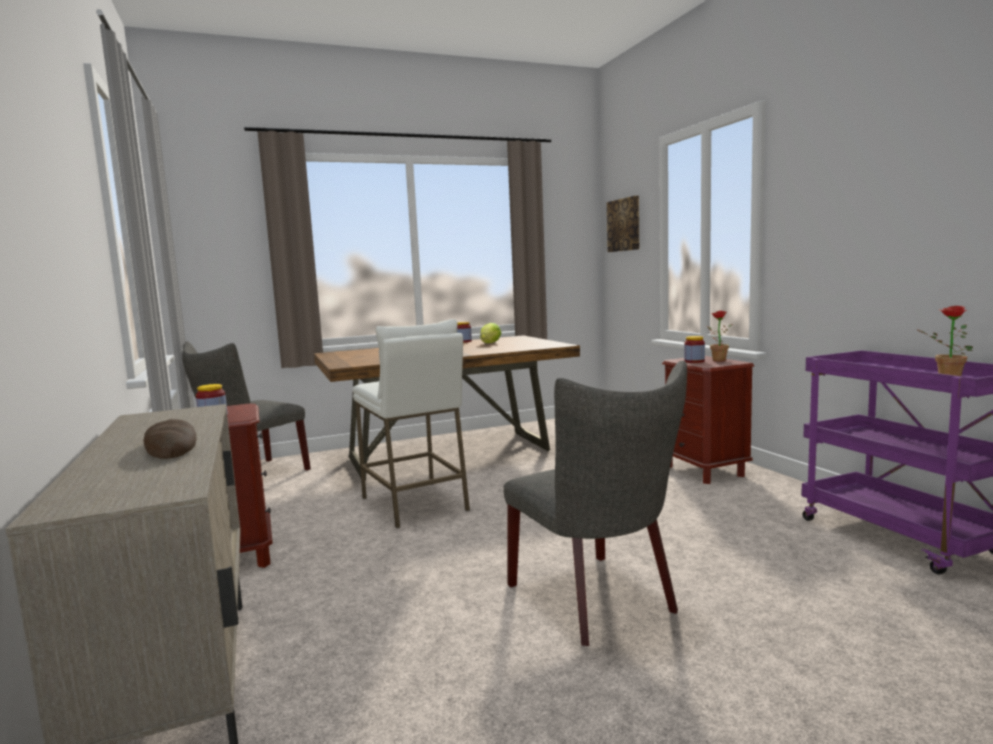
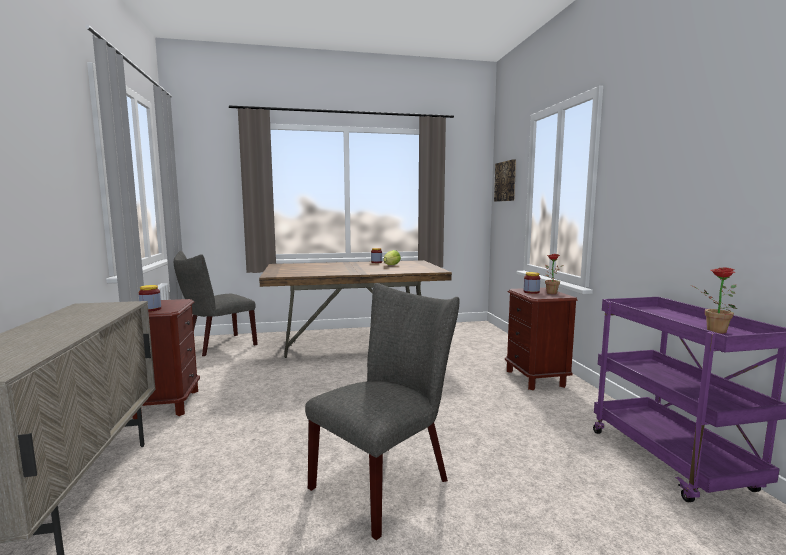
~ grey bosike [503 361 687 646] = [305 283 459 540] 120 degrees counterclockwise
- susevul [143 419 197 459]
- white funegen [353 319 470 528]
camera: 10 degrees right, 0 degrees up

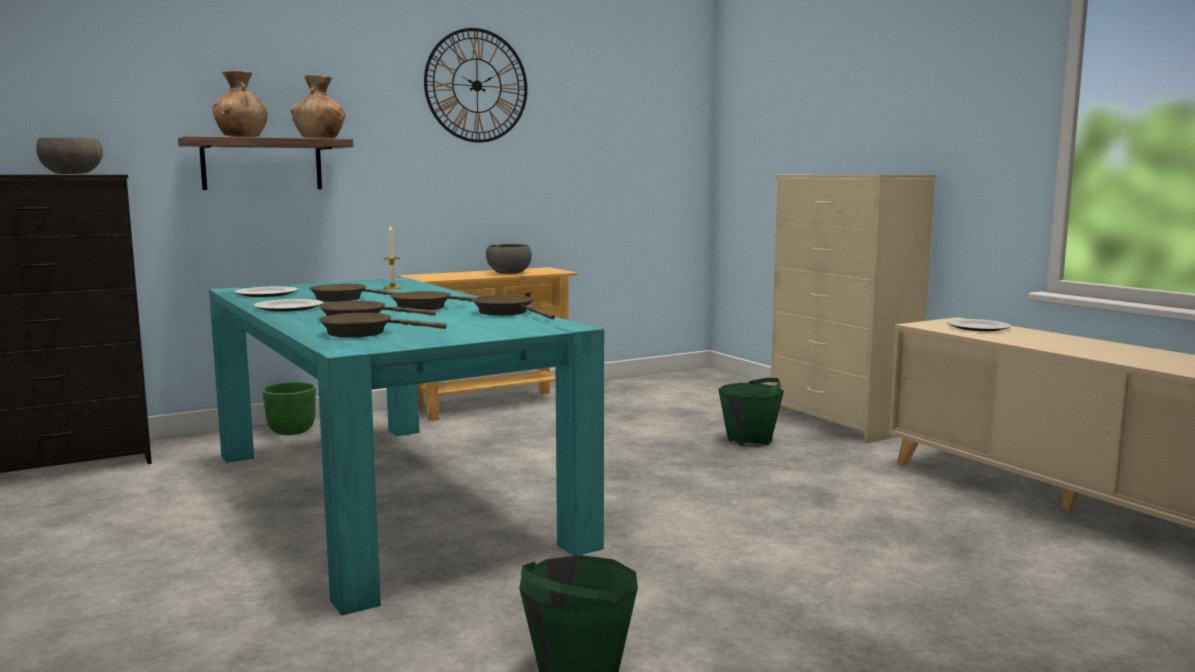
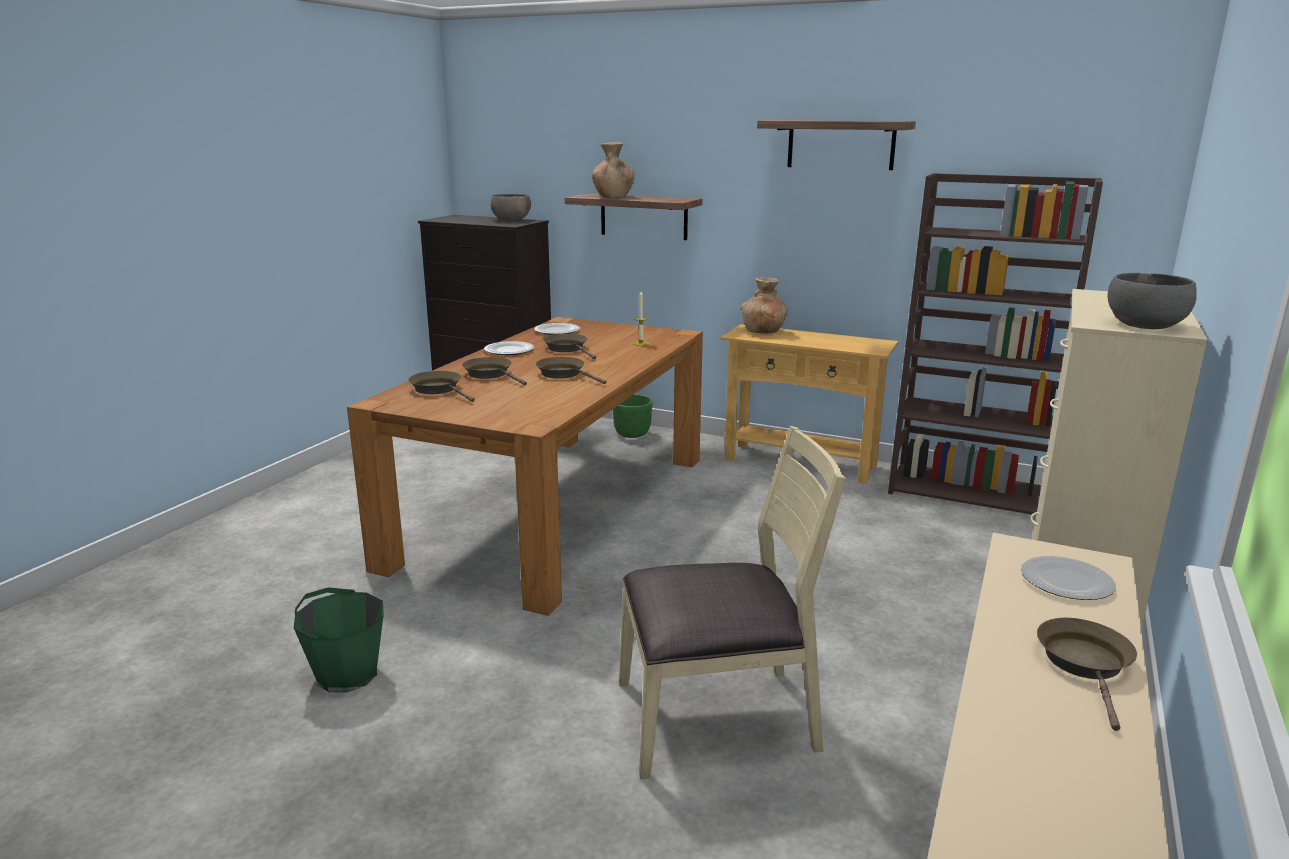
~ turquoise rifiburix [209 277 604 616] to brown rifiburix [347 317 703 616]
+ beige bosike [619 426 846 779]
~ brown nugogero [290 74 346 139] to [741 277 787 334]
~ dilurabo [424 28 527 143] to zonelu [757 120 916 170]
+ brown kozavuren [888 173 1103 515]
~ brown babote [472 295 555 320] to [1037 618 1137 731]
~ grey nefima [486 244 532 274] to [1108 273 1197 329]
- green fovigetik [718 378 784 447]
camera: 55 degrees right, 10 degrees up

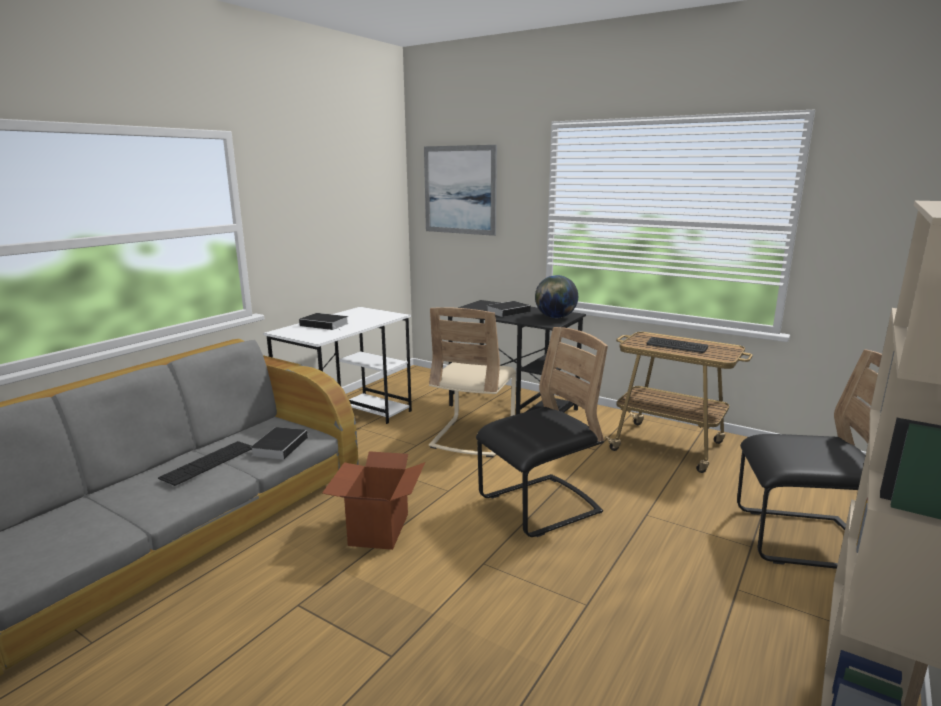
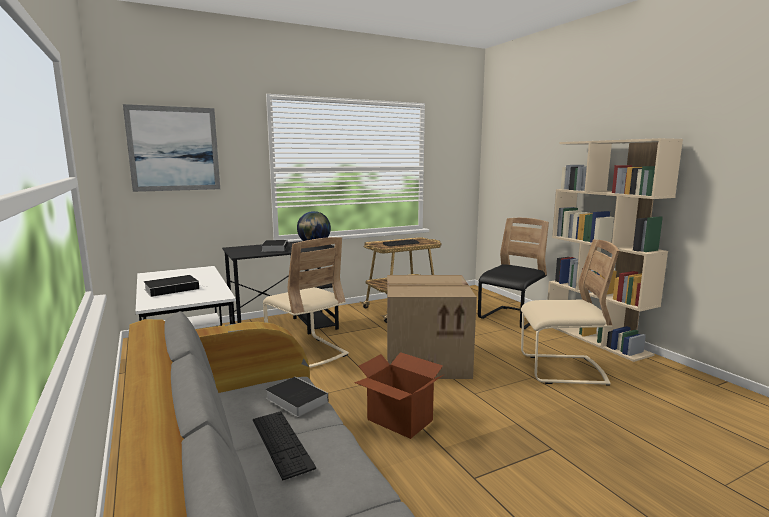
~ black bosike [476 327 608 537] to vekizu [387 275 477 379]
+ beige bosike [521 240 619 386]
camera: 60 degrees left, 5 degrees down

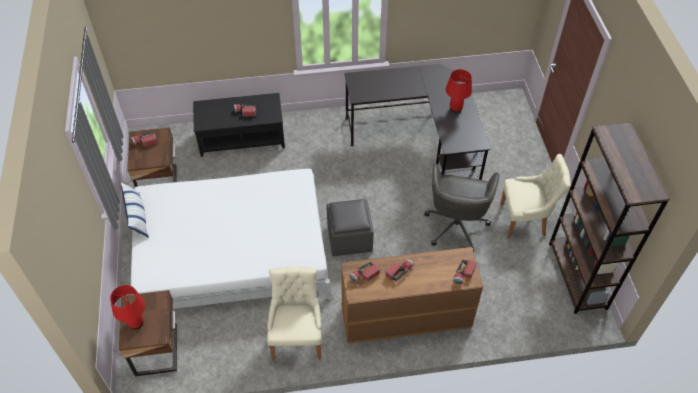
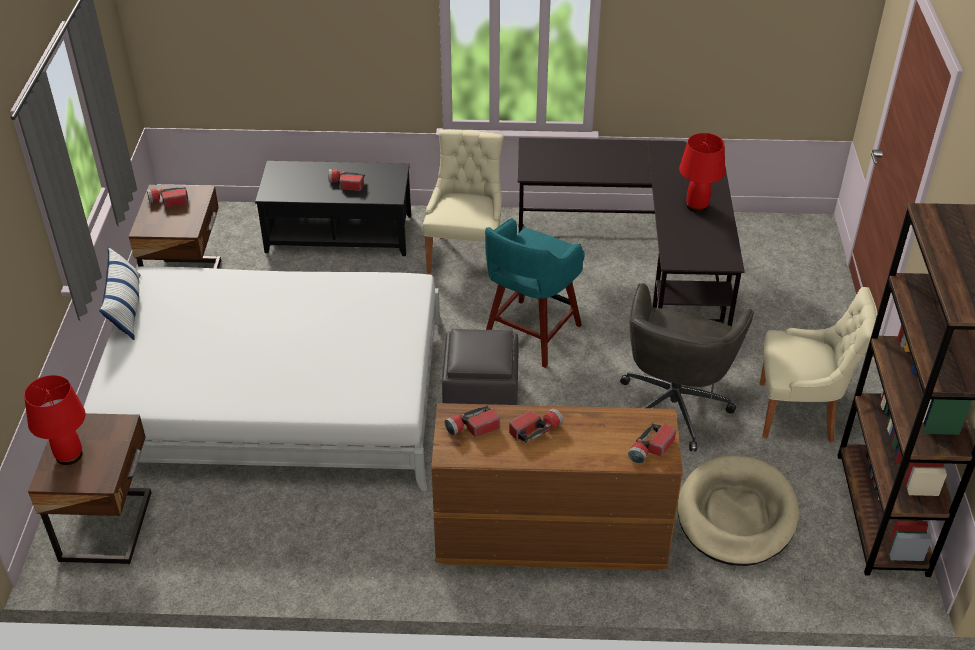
~ beige bosike [267 267 322 360] to [423 129 504 274]
+ turquoise funegen [485 218 585 368]
+ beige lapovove [677 455 799 566]
camera: 10 degrees right, 10 degrees down

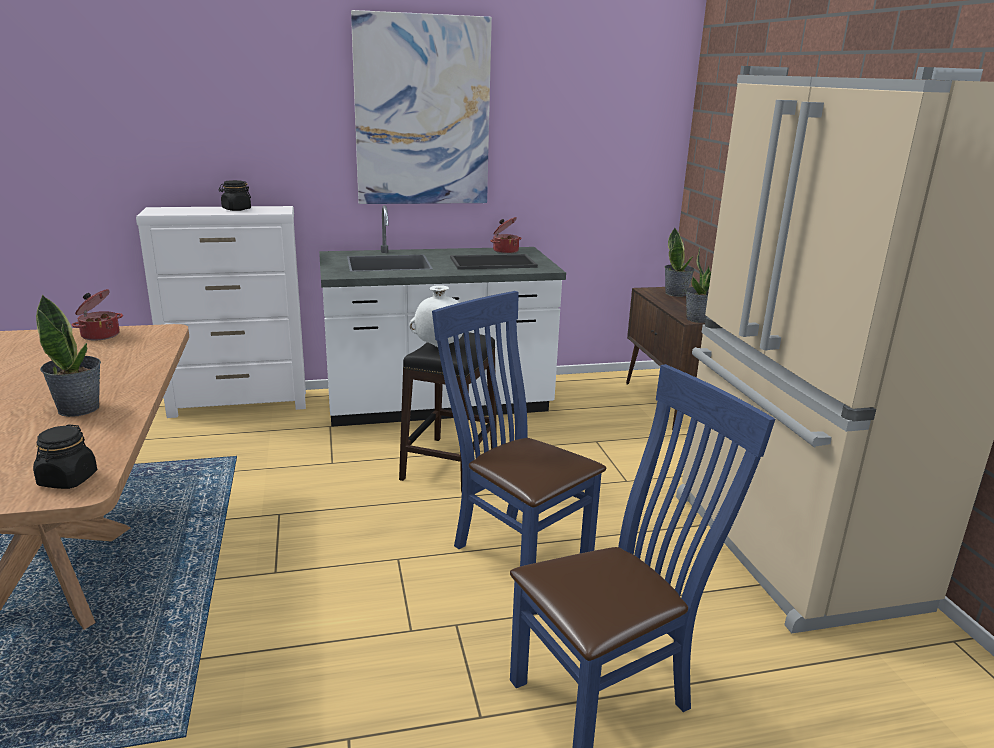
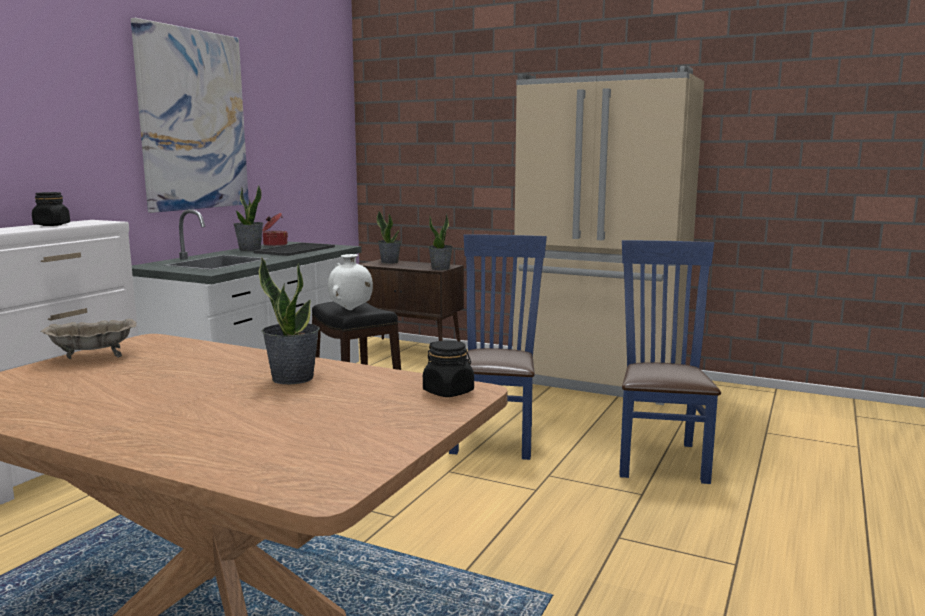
~ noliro [72 289 123 340] to beige nefima [41 319 137 359]
+ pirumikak [233 186 263 251]
~ blue bosike [432 291 606 566] = [449 234 547 460] 105 degrees clockwise
camera: 50 degrees left, 10 degrees down

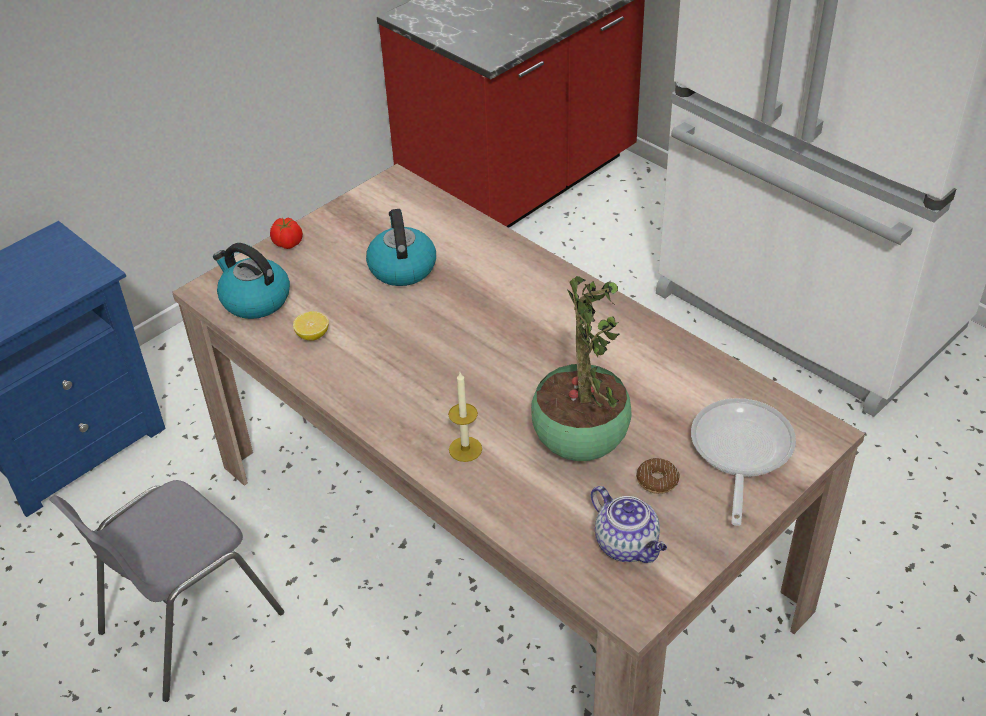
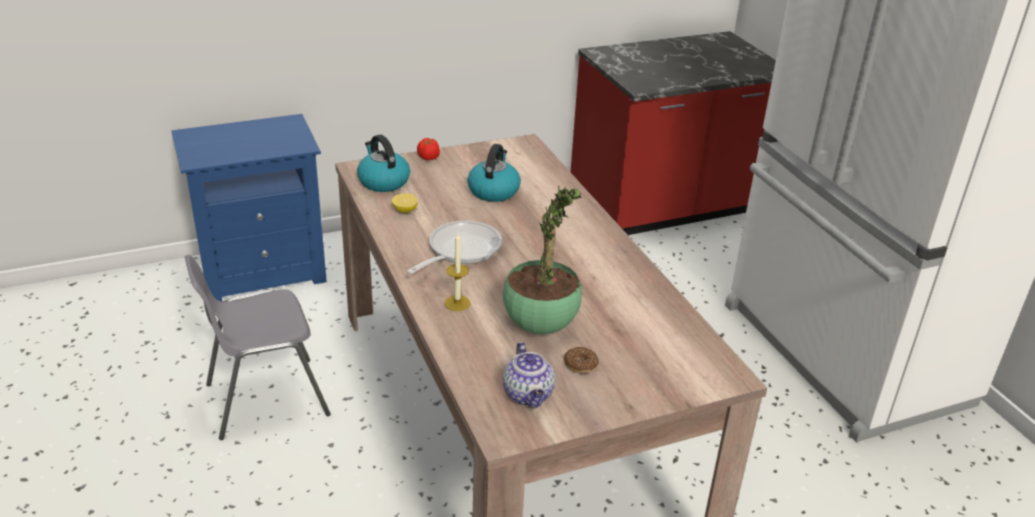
~ babote [691 398 796 526] to [407 221 502 274]
camera: 20 degrees right, 10 degrees down

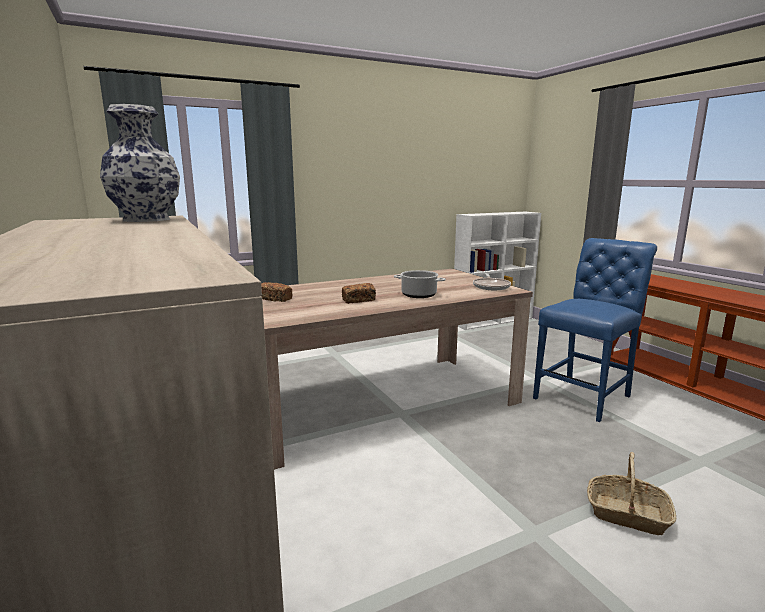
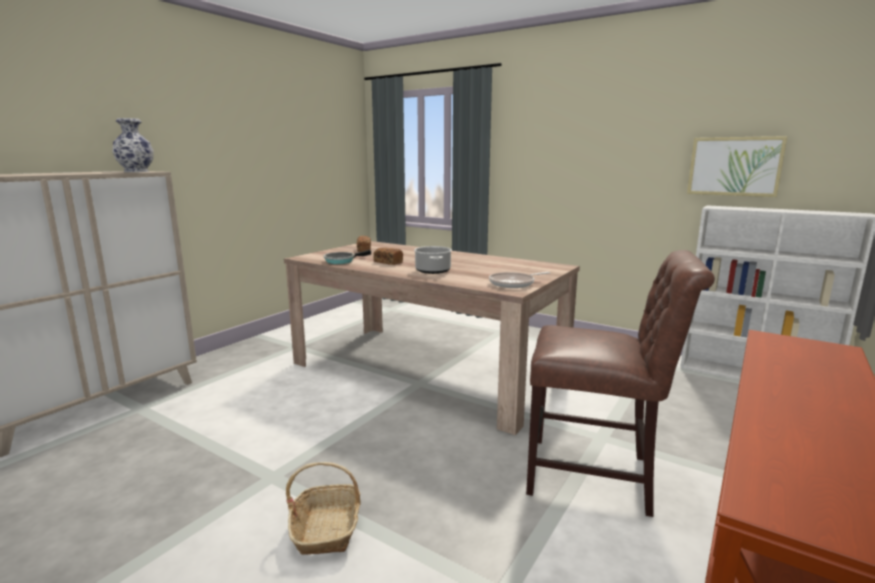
+ babote [324 250 371 264]
~ blue bosike [533 238 657 422] to brown bosike [526 250 715 517]
+ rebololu [687 136 787 197]
camera: 60 degrees right, 0 degrees up

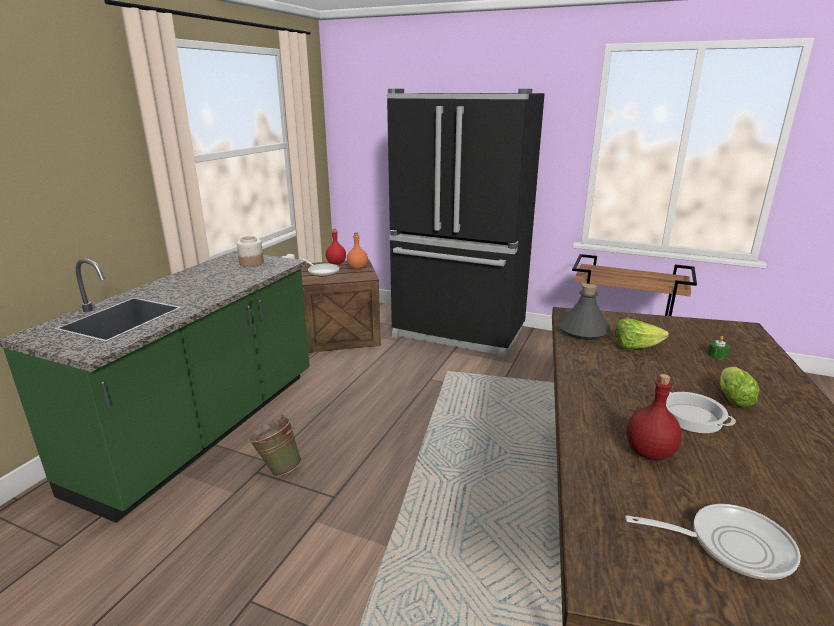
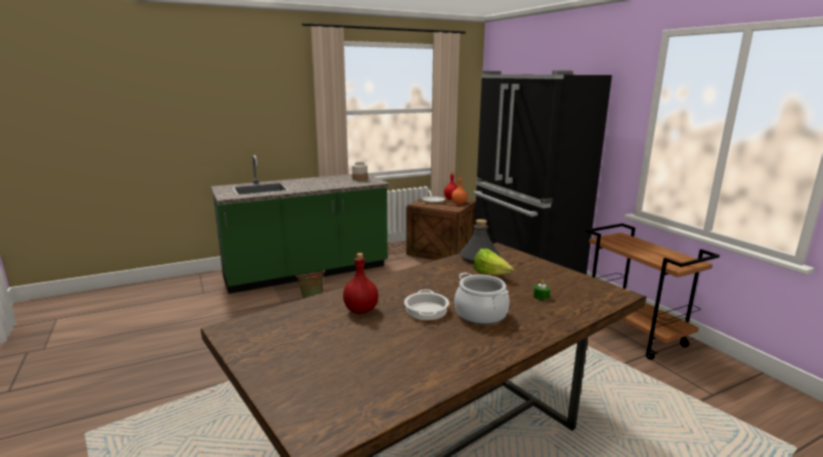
~ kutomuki [720 367 760 407] to noliro [454 272 510 325]
- babote [625 504 801 580]
camera: 40 degrees right, 5 degrees down

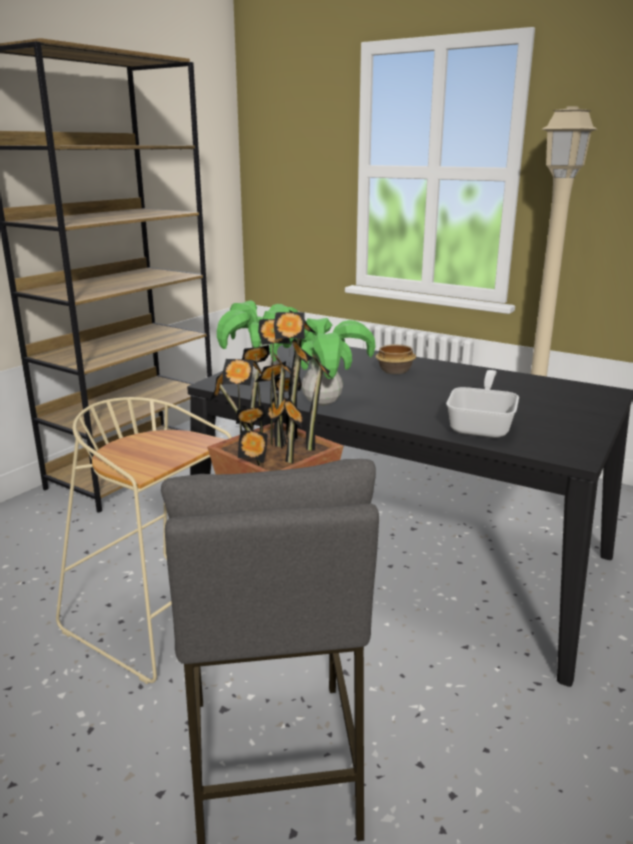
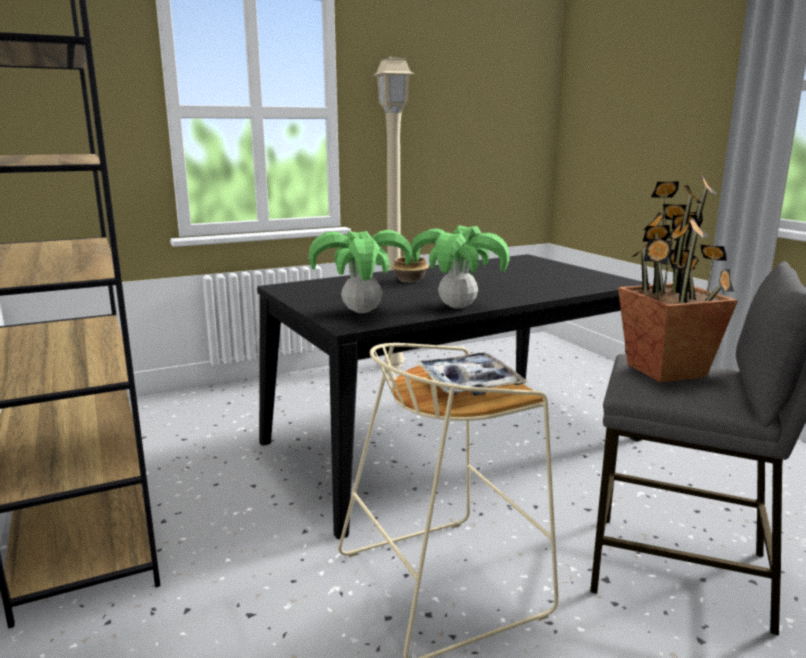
+ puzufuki [416 352 528 396]
- babote [446 370 519 438]
camera: 60 degrees left, 5 degrees down

